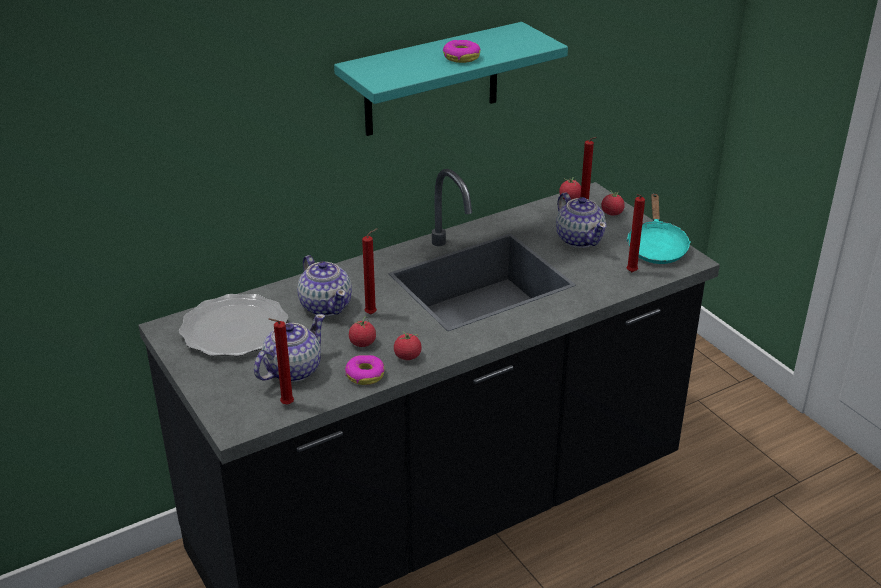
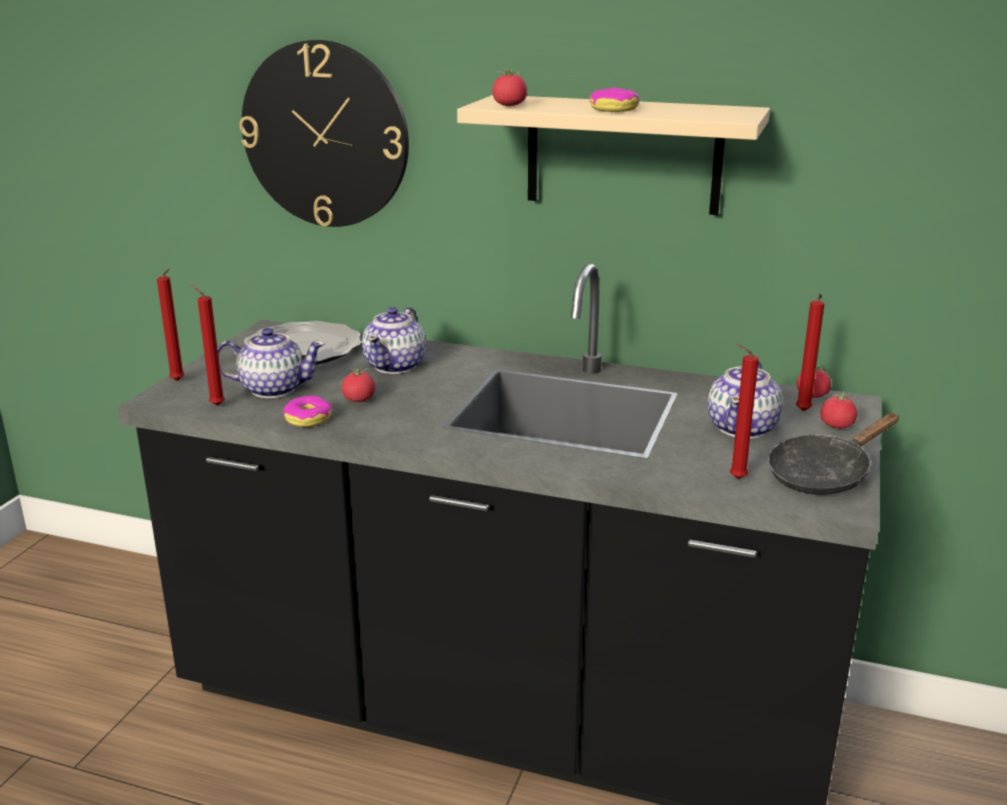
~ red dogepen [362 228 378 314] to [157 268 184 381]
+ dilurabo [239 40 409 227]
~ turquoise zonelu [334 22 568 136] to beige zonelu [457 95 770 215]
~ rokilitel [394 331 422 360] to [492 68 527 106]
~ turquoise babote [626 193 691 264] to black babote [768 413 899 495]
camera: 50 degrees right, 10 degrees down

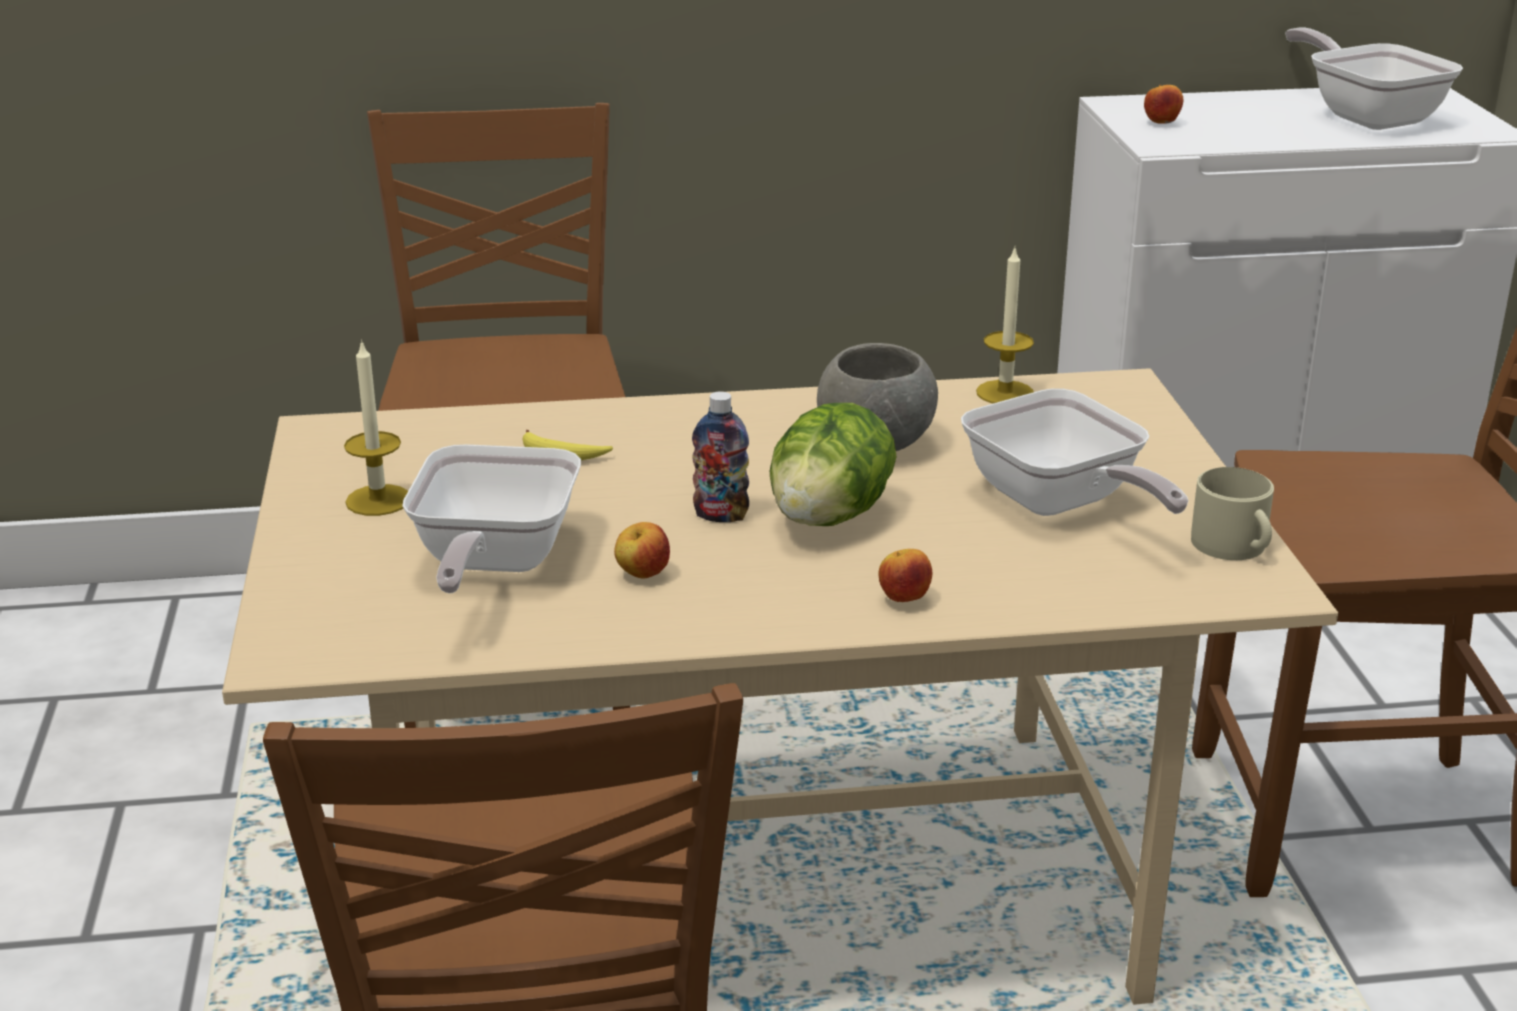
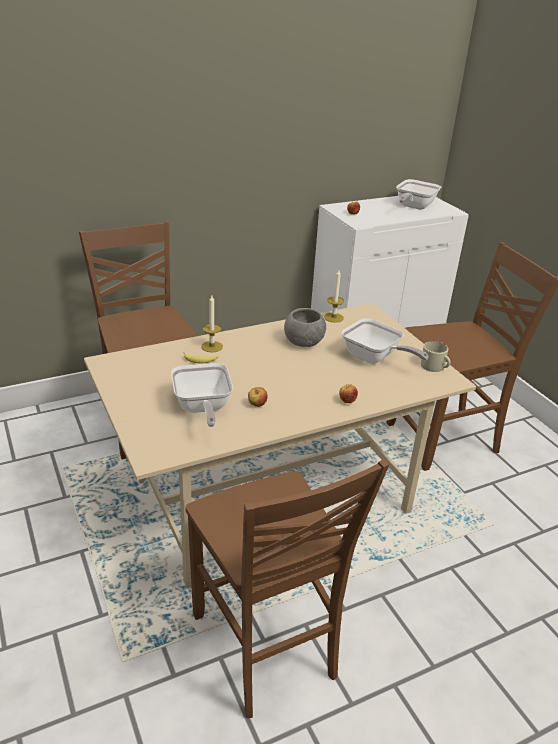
~ dogepen [344 339 408 516] to [201 295 223 352]
~ babote [1285 28 1463 130] = [396 179 441 210] 105 degrees counterclockwise
- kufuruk [692 391 749 522]
- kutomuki [770 403 897 526]
camera: 20 degrees left, 5 degrees up

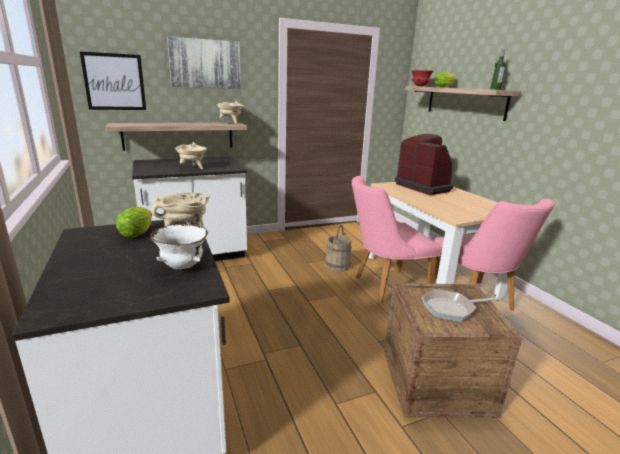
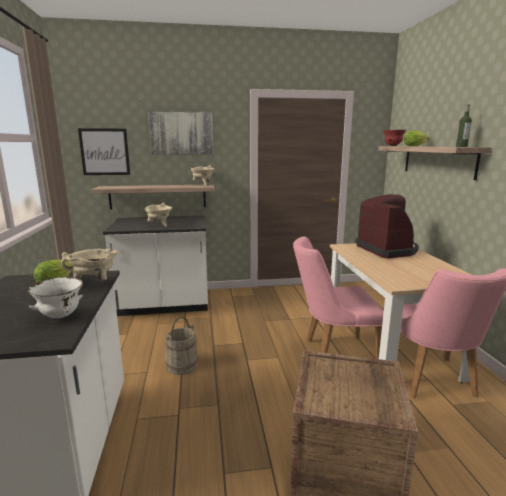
~ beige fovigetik [325 225 351 272] to [165 316 199 375]
- babote [422 289 497 322]
camera: 15 degrees right, 5 degrees down

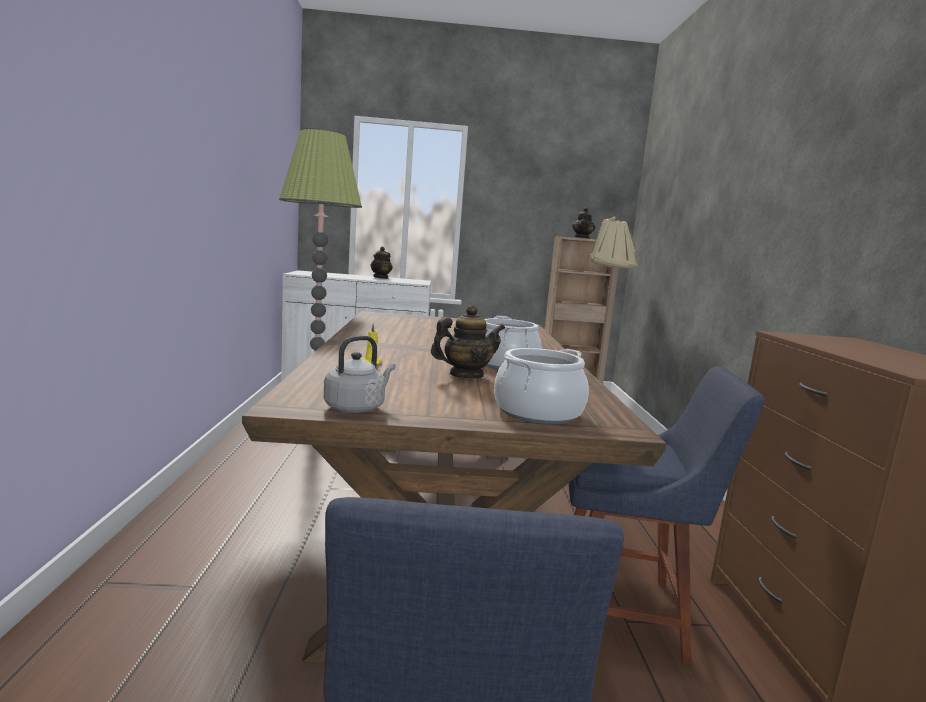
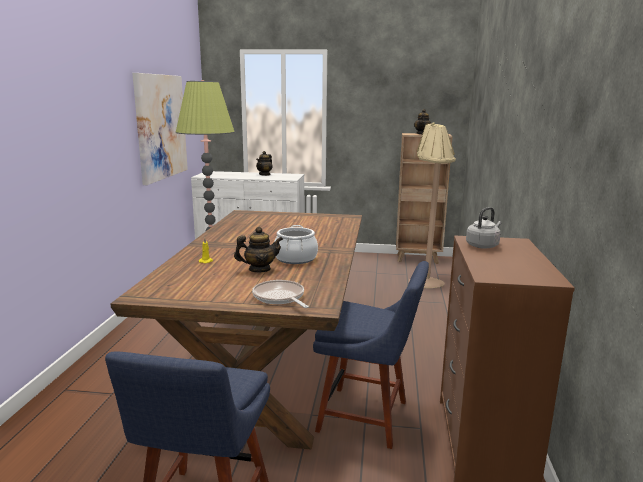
+ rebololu [132 73 188 185]
~ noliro [494 348 589 424] to babote [252 280 309 308]
~ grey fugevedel [324 336 396 413] to [466 207 501 249]
camera: 10 degrees right, 5 degrees up

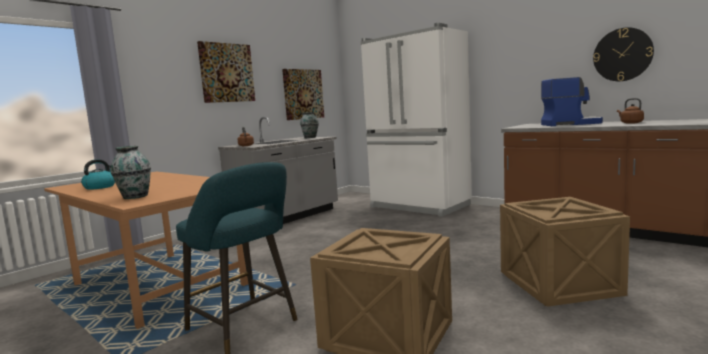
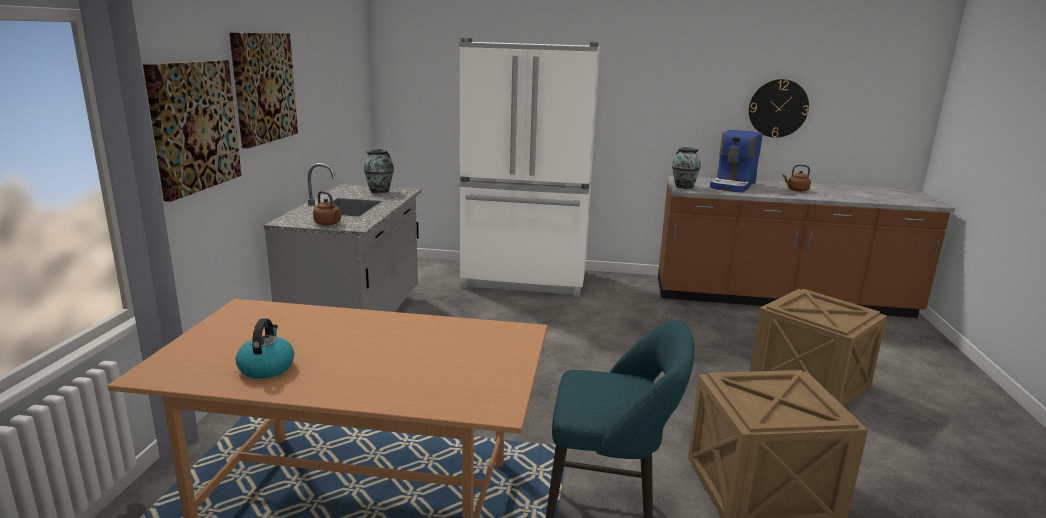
~ rebololu [282 69 324 120] to [143 60 242 202]
~ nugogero [111 146 151 199] to [672 147 701 189]
~ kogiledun [541 77 603 126] = [710 130 763 192] 150 degrees clockwise
camera: 35 degrees left, 10 degrees up

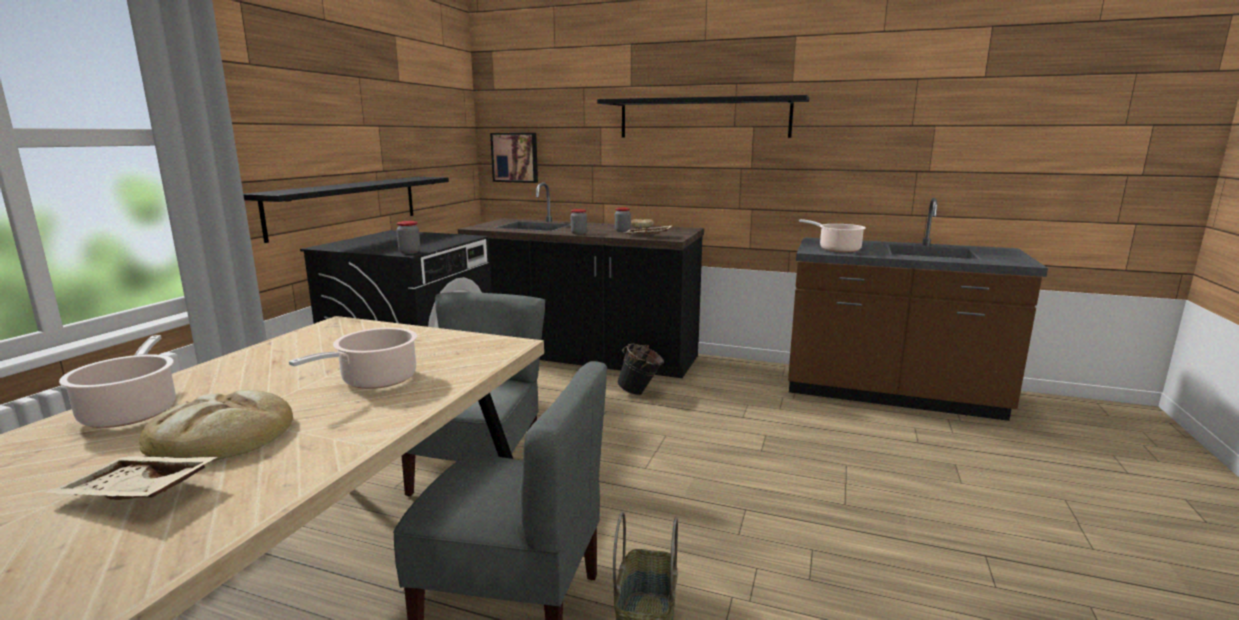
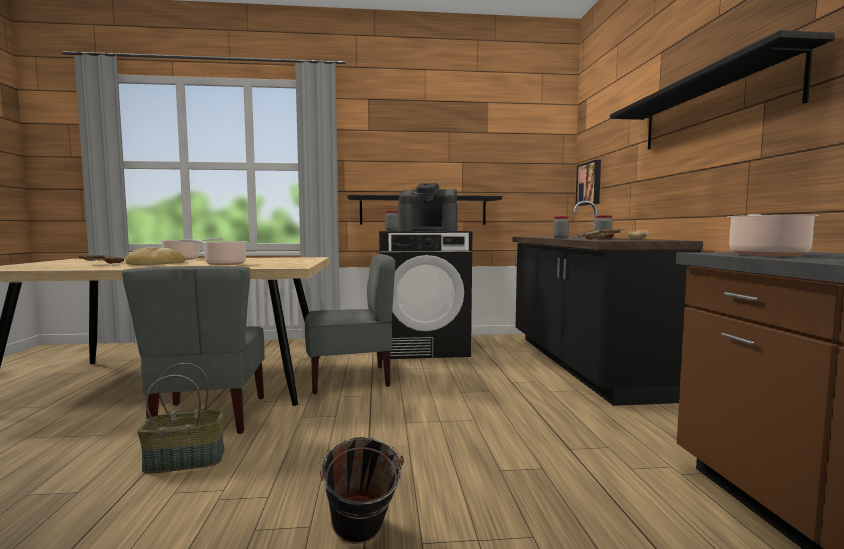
~ black fovigetik [617 344 664 395] to [318 437 404 544]
+ kogiledun [398 183 458 231]
camera: 65 degrees right, 10 degrees down

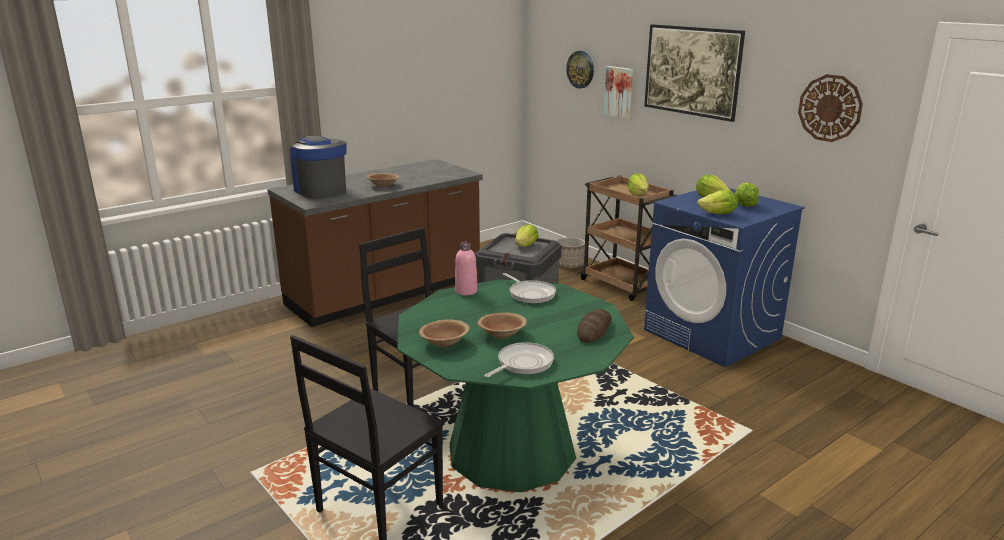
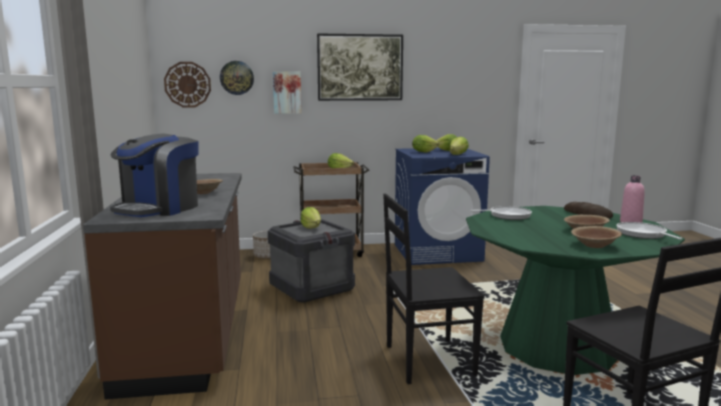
~ kogiledun [290 135 347 199] = [110 134 199 217] 60 degrees counterclockwise
~ dilurabo [798 74 863 142] to [164 62 211 107]
~ pink kufuruk [455 242 477 295] to [620 175 645 222]
camera: 60 degrees left, 10 degrees down

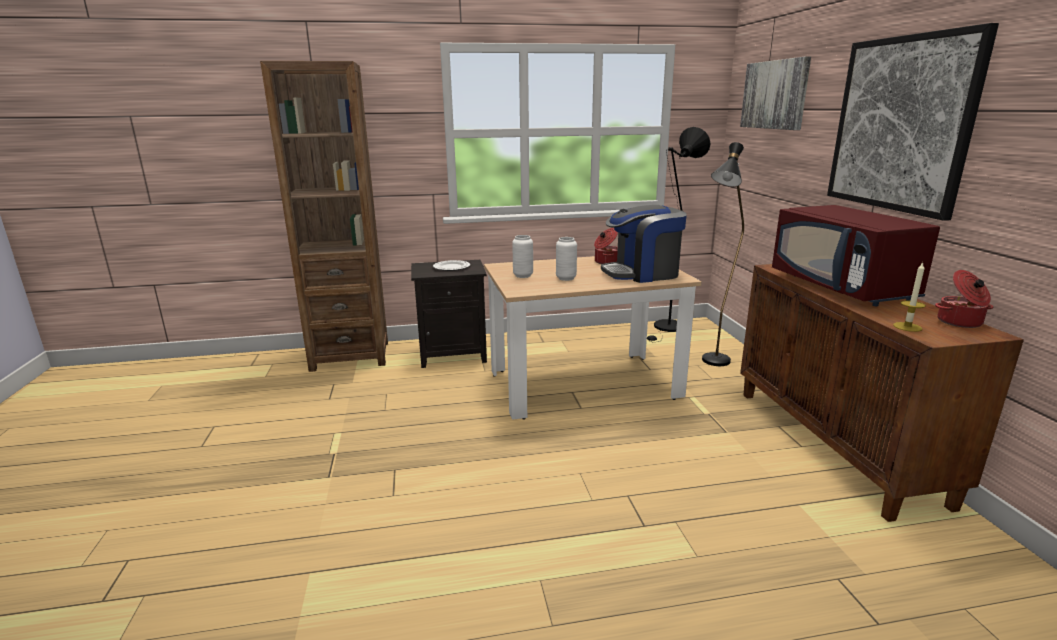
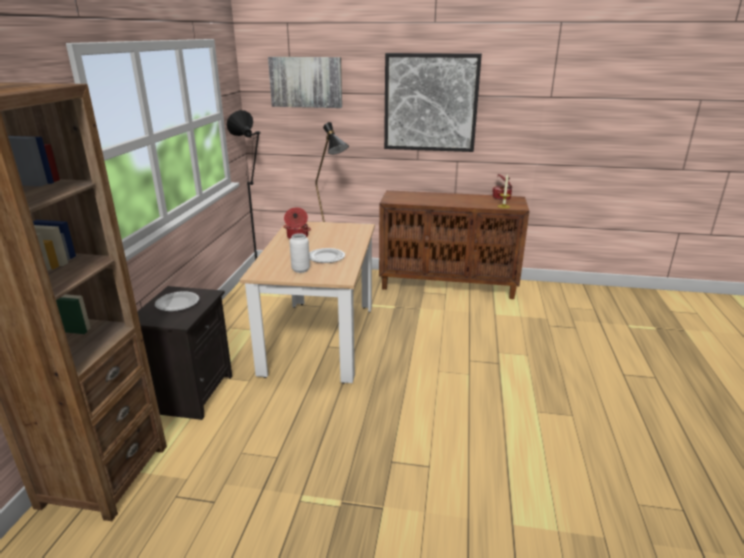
~ white nugogero [556 237 577 281] to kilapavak [309 248 345 263]
- kogiledun [601 205 687 283]
- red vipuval [772 205 940 306]
camera: 70 degrees left, 5 degrees up

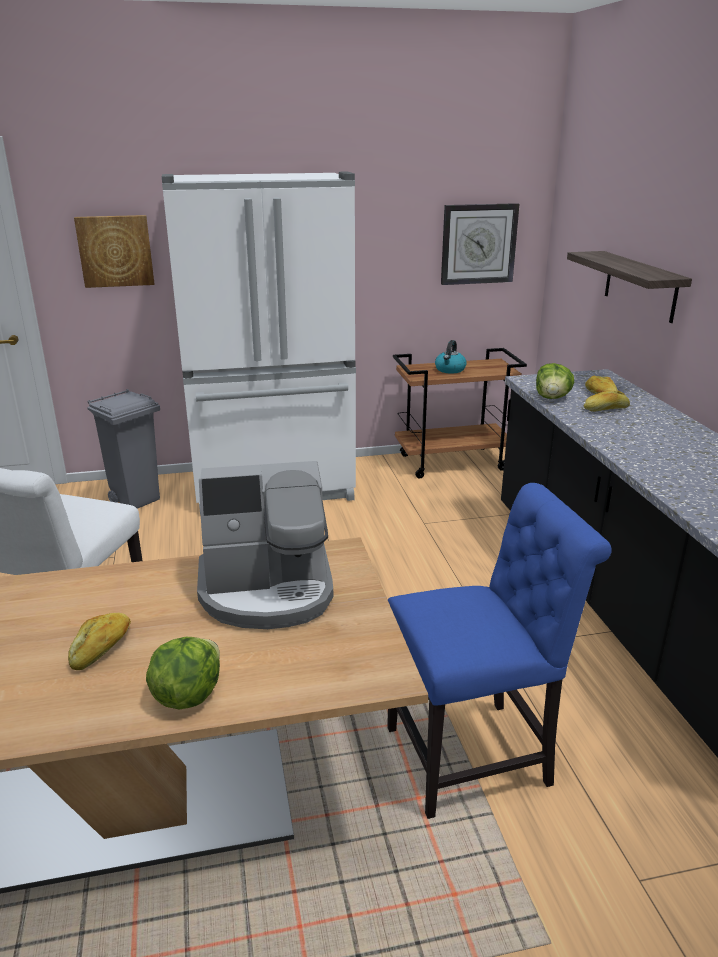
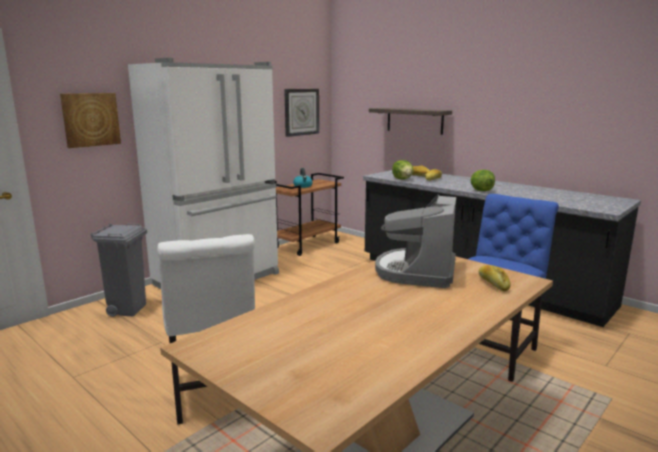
~ kogiledun [197 461 333 629] = [375 195 456 288] 150 degrees clockwise
~ kutomuki [146 637 220 710] to [471 170 495 191]
~ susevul [68 613 131 670] to [479 265 510 291]
camera: 35 degrees left, 10 degrees down

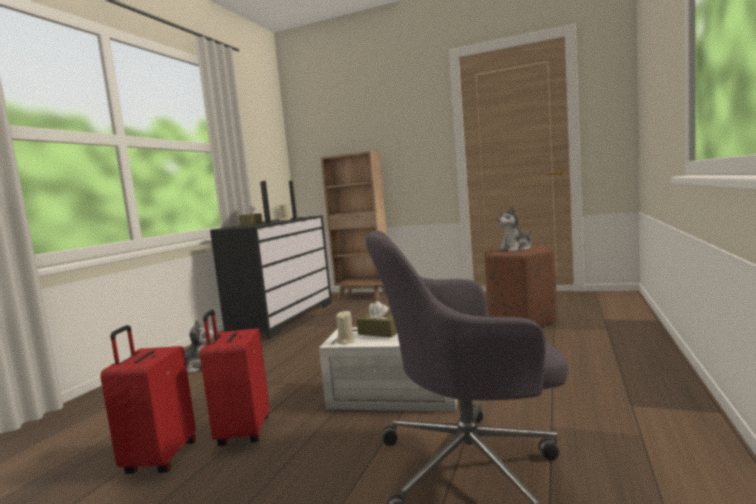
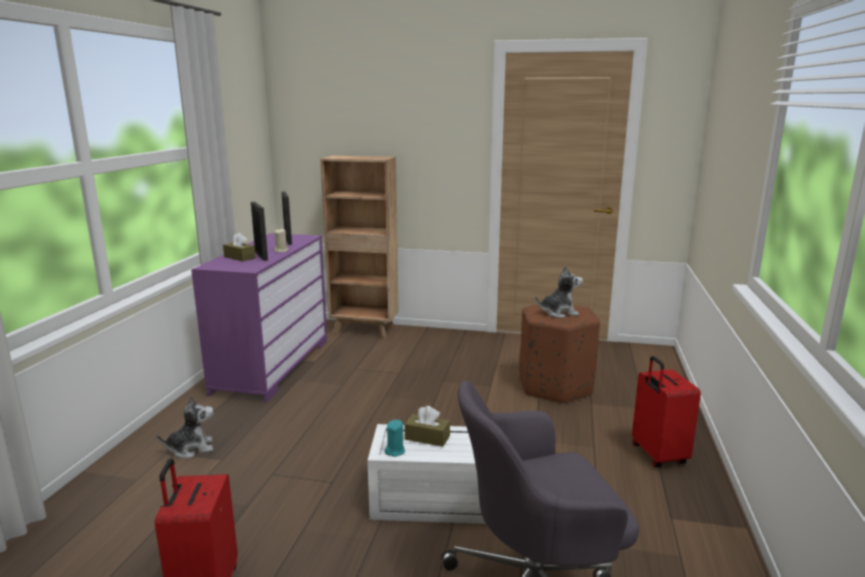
~ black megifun [210 215 332 339] to purple megifun [191 233 327 403]
~ beige dogepen [336 311 355 344] to turquoise dogepen [385 420 405 457]
~ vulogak [497 206 531 252] = [535 265 583 318] 150 degrees counterclockwise
~ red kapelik [200 310 269 446] to [632 356 701 467]
camera: 10 degrees left, 10 degrees up

